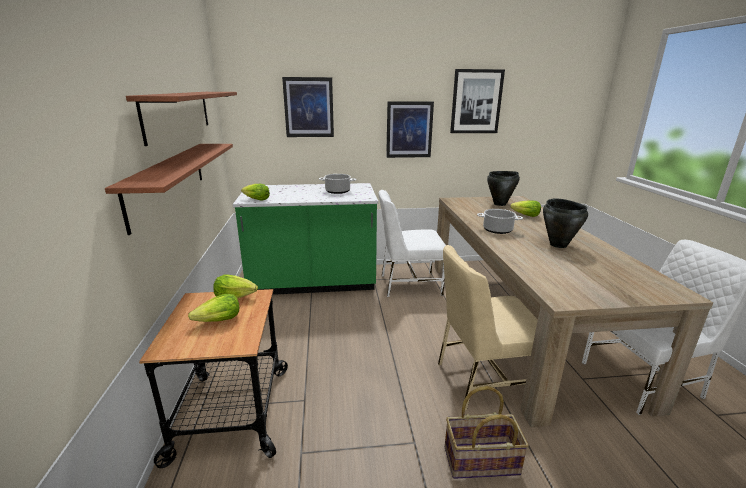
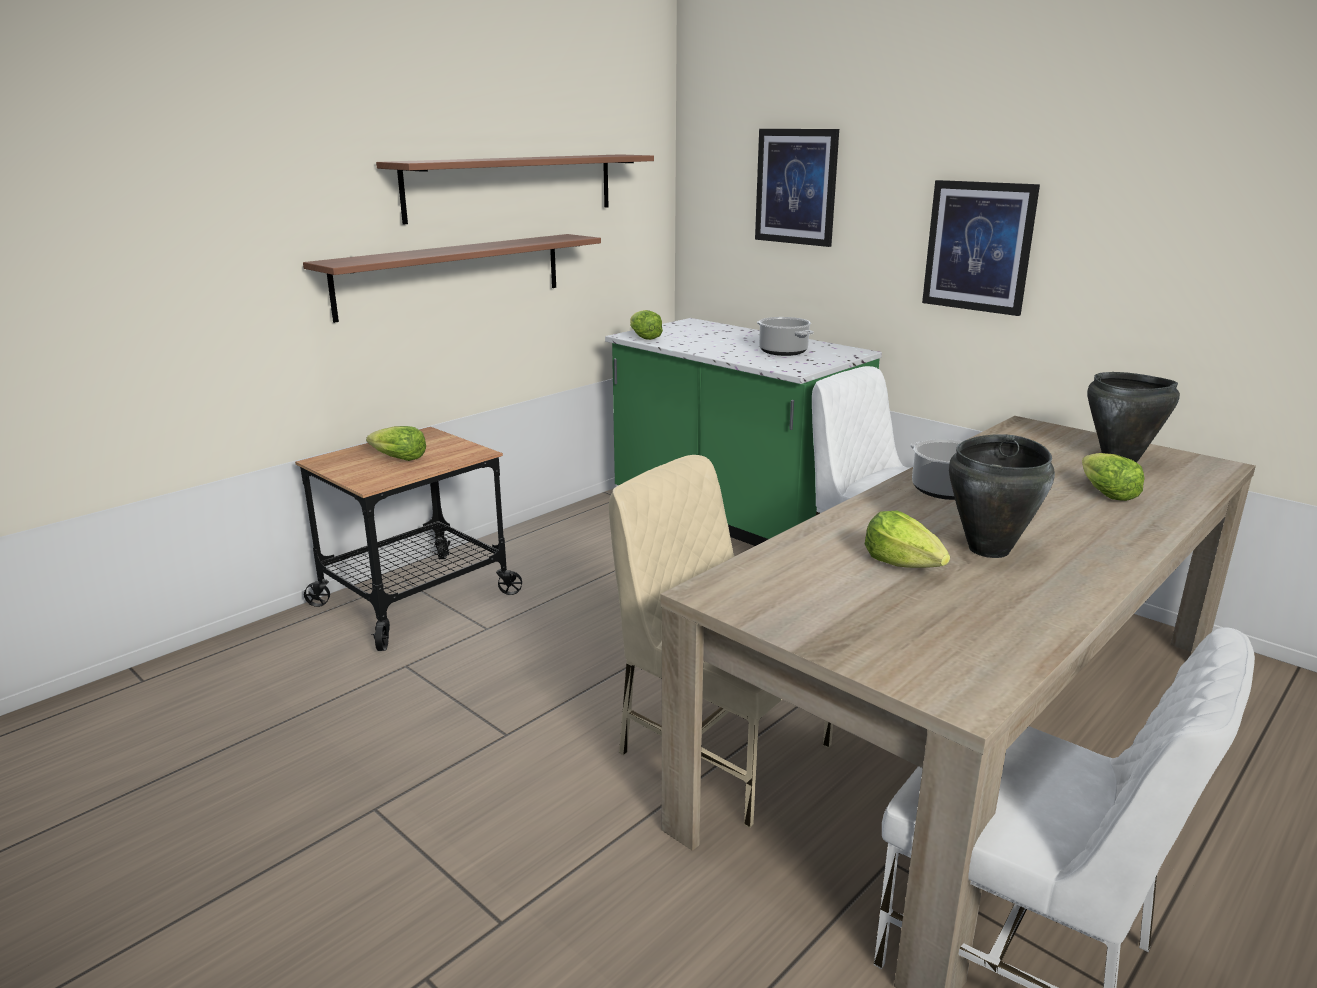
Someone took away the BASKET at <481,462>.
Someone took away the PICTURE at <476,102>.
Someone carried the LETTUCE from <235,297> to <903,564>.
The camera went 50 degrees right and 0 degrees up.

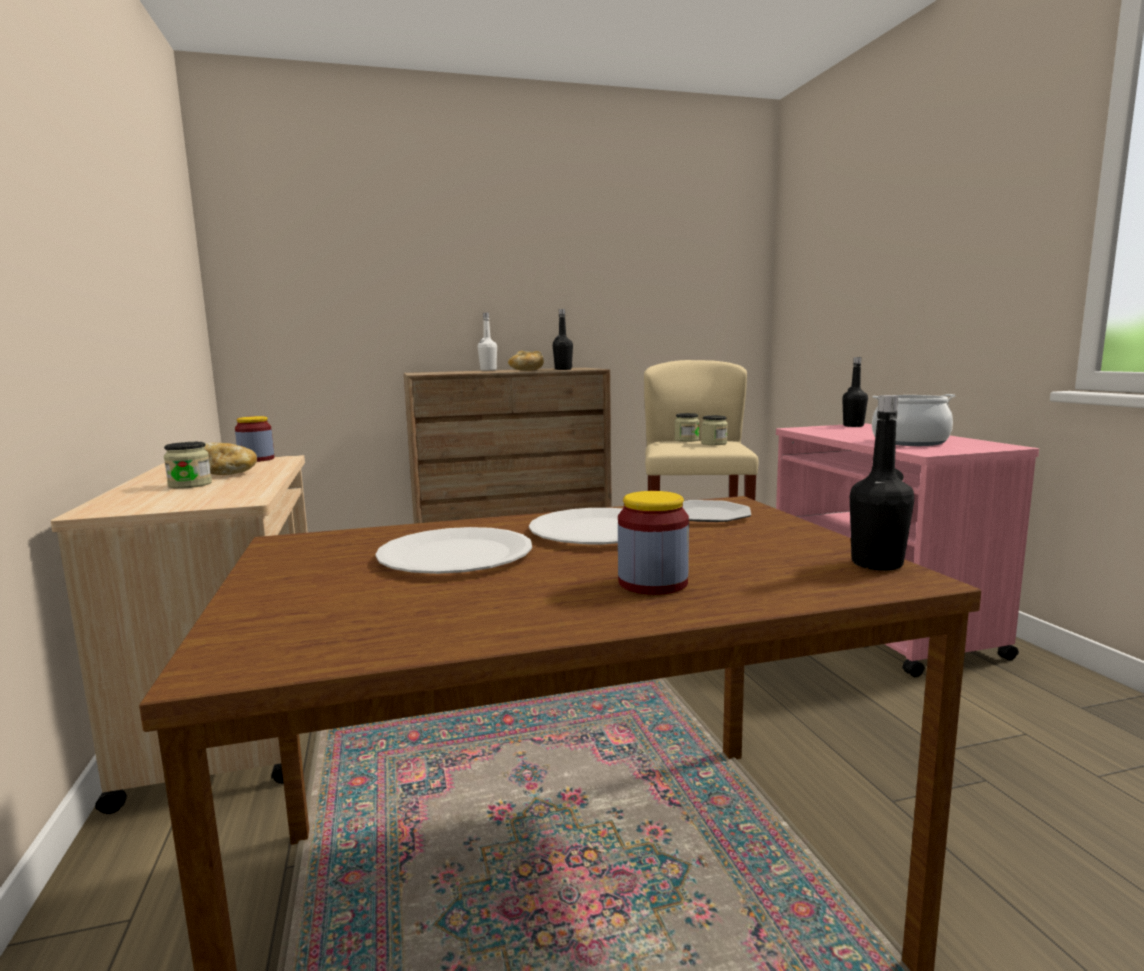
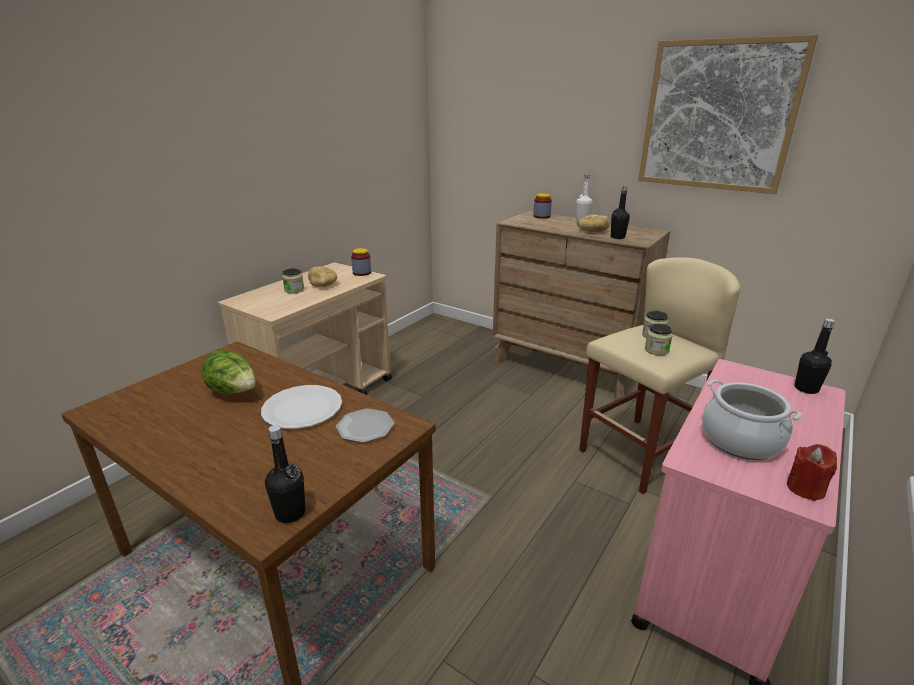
Someone put up the PICTURE at <718,116>.
Someone put down the RED CANDLE at <805,488>.
Someone carried the JAR from <653,583> to <541,216>.
Someone swapped the WHITE PLATE at <455,555> for the LETTUCE at <234,392>.
The camera went 50 degrees right and 15 degrees up.

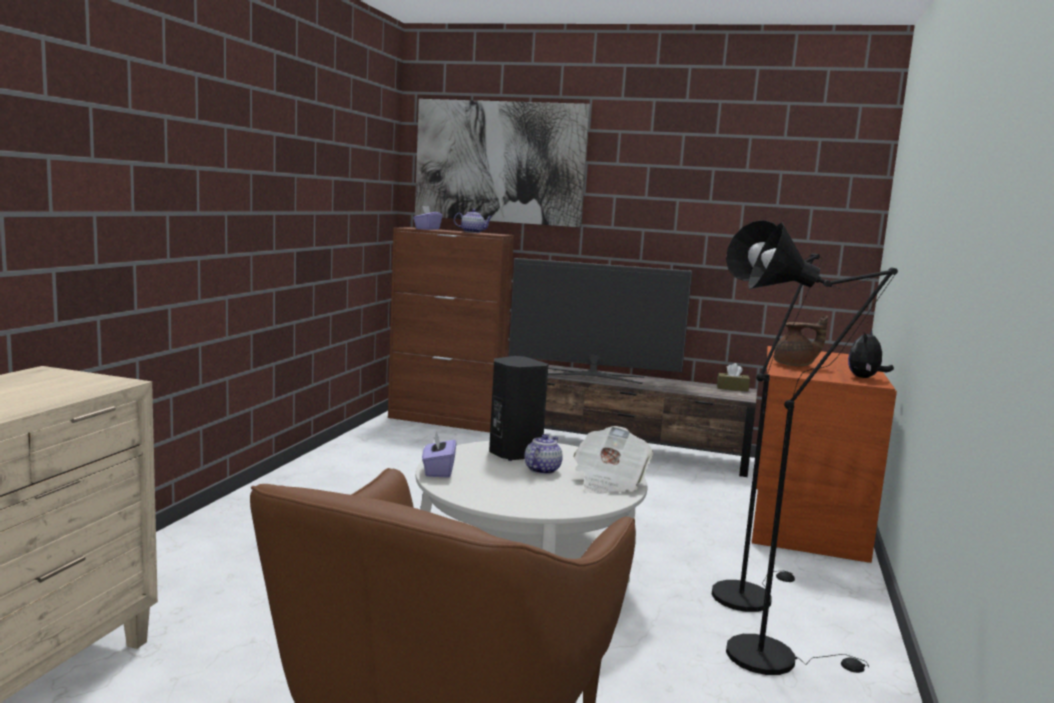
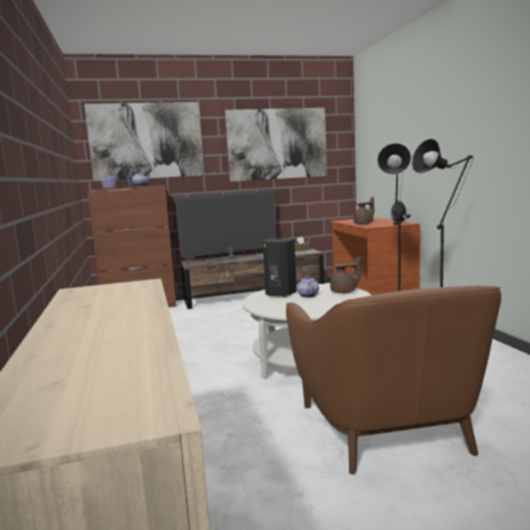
Someone took away the PURPLE TISSUE BOX at <438,471>.
Someone put up the PICTURE at <277,144>.
Someone swapped the NEWSPAPER at <609,482> for the BROWN TEAPOT at <345,292>.
The camera went 30 degrees left and 0 degrees up.

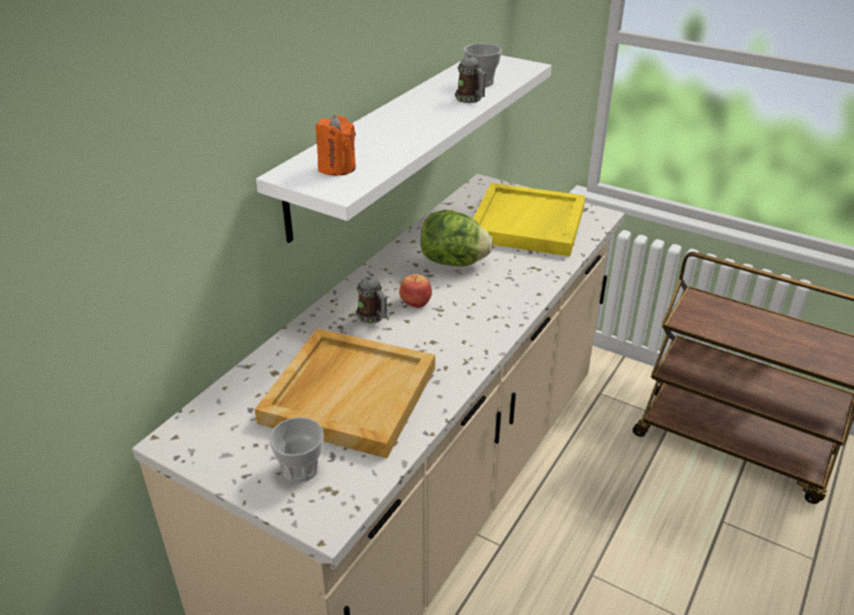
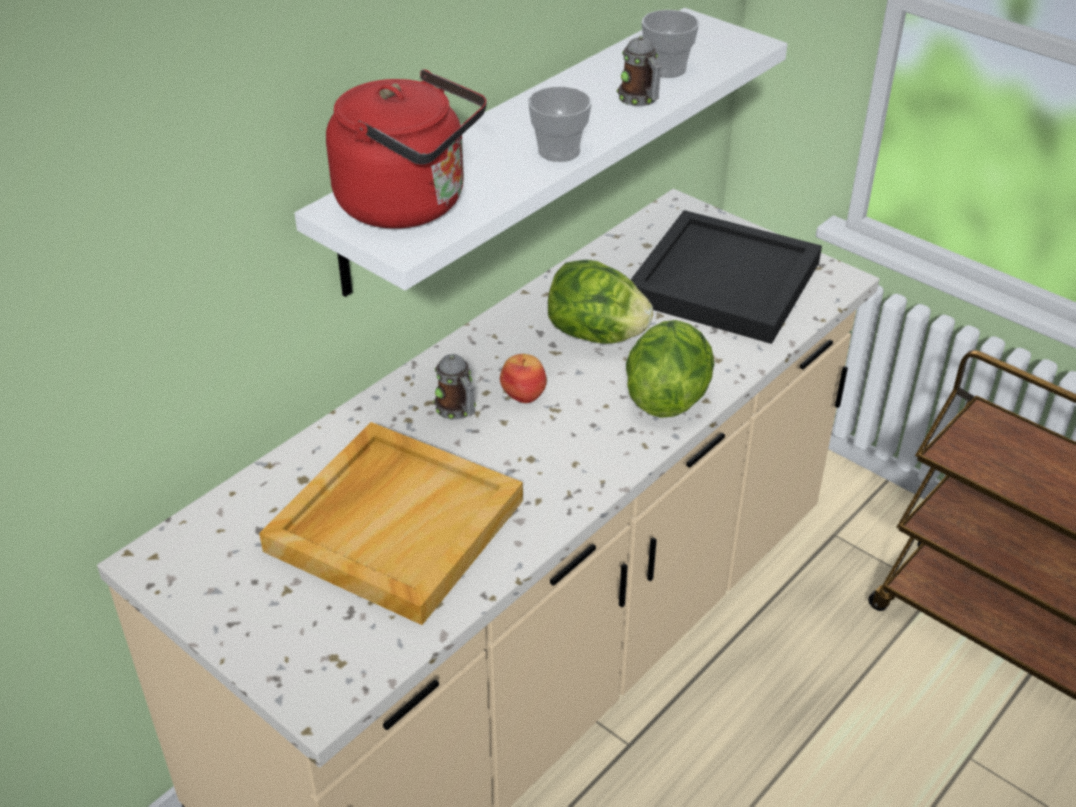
Someone put down the LETTUCE at <667,396>.
Someone carried the CUP from <300,469> to <559,151>.
Someone swapped the ORANGE CANDLE at <337,168> for the RED KETTLE at <409,205>.
Someone repainted the YELLOW TRAY at <528,224>, which became the BLACK TRAY at <725,283>.
The camera went 10 degrees right and 5 degrees up.

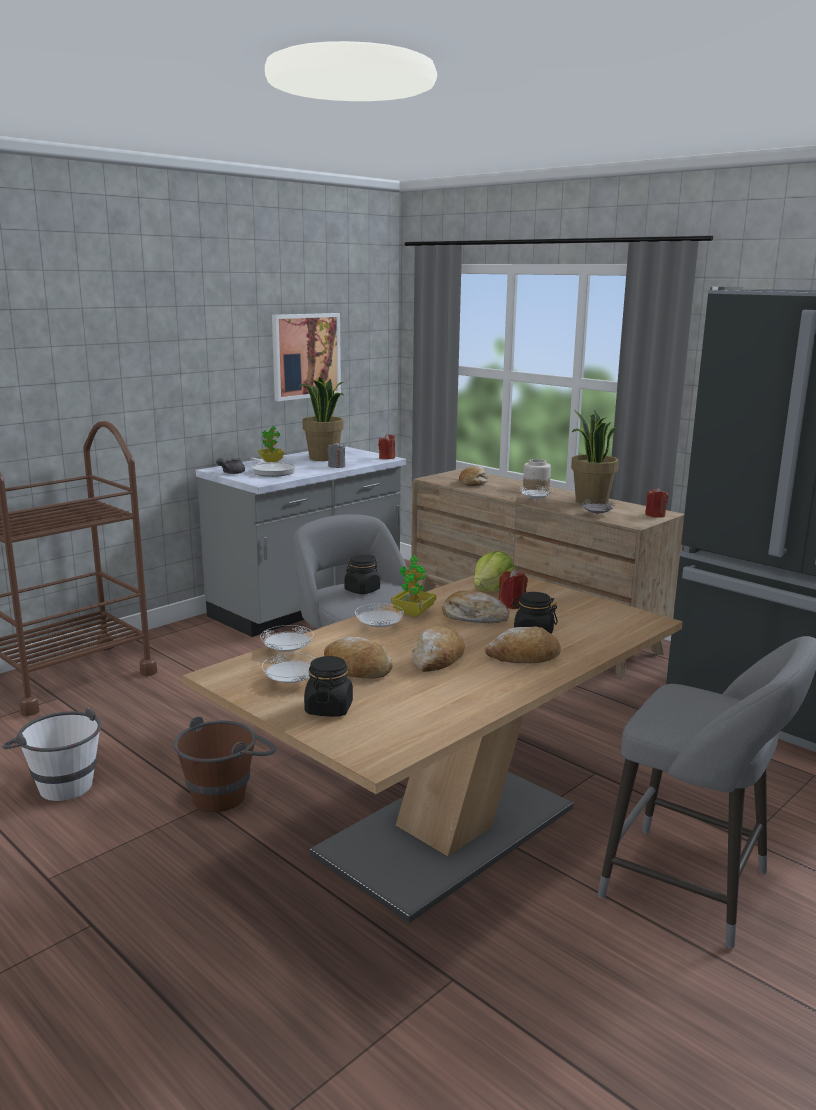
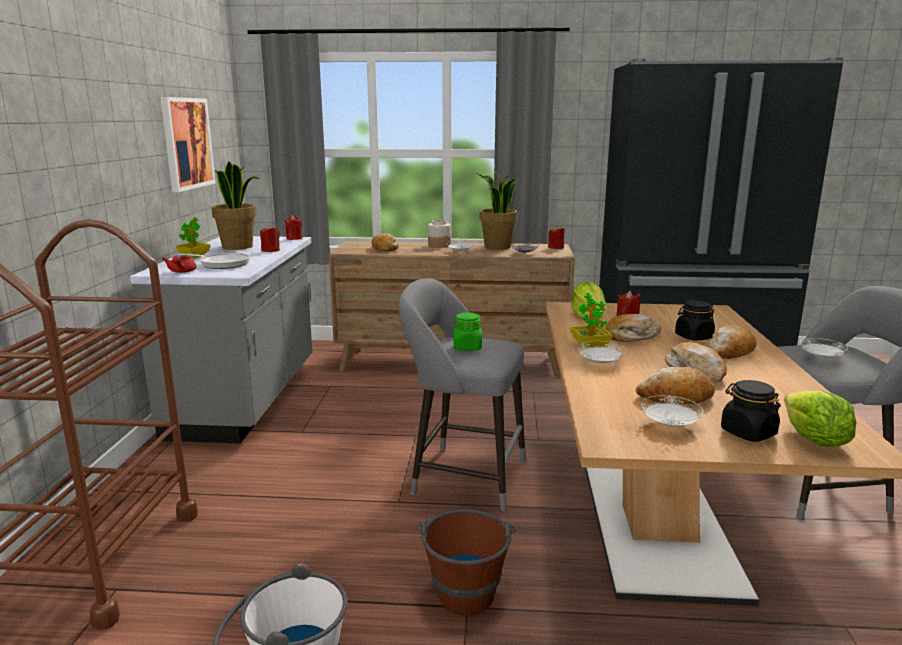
Someone put down the LETTUCE at <813,440>.
Someone carried the WHITE PLATE from <287,651> to <820,358>.
Someone repainted the GREY TEAPOT at <230,473>, which became the RED TEAPOT at <181,272>.
Someone repainted the GREY CANDLE at <336,466>, which became the RED CANDLE at <270,250>.
Someone repainted the BLACK JAR at <362,590>, which became the GREEN JAR at <467,347>.
The camera went 40 degrees left and 0 degrees up.

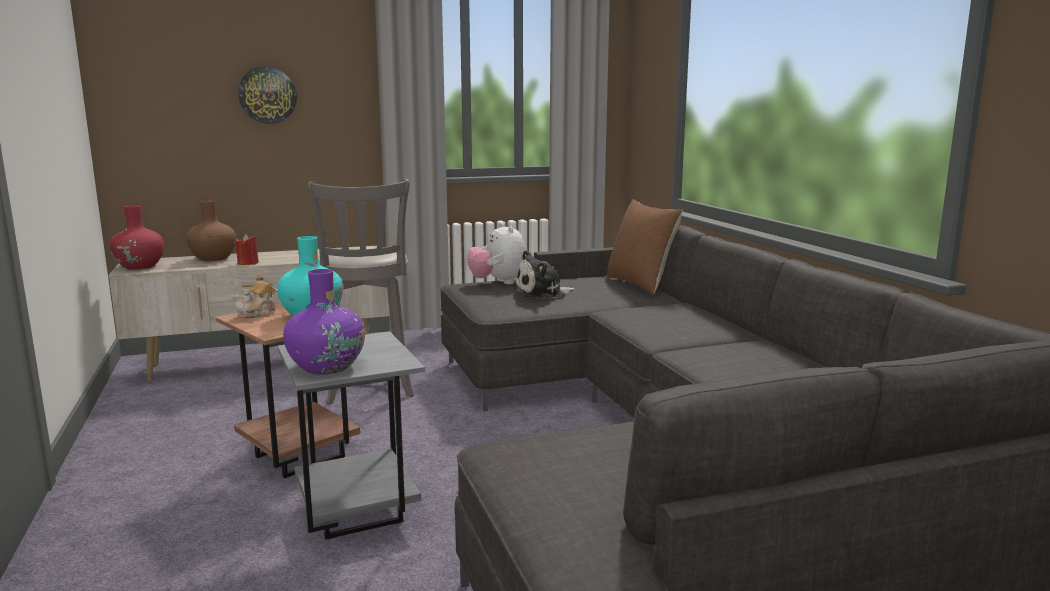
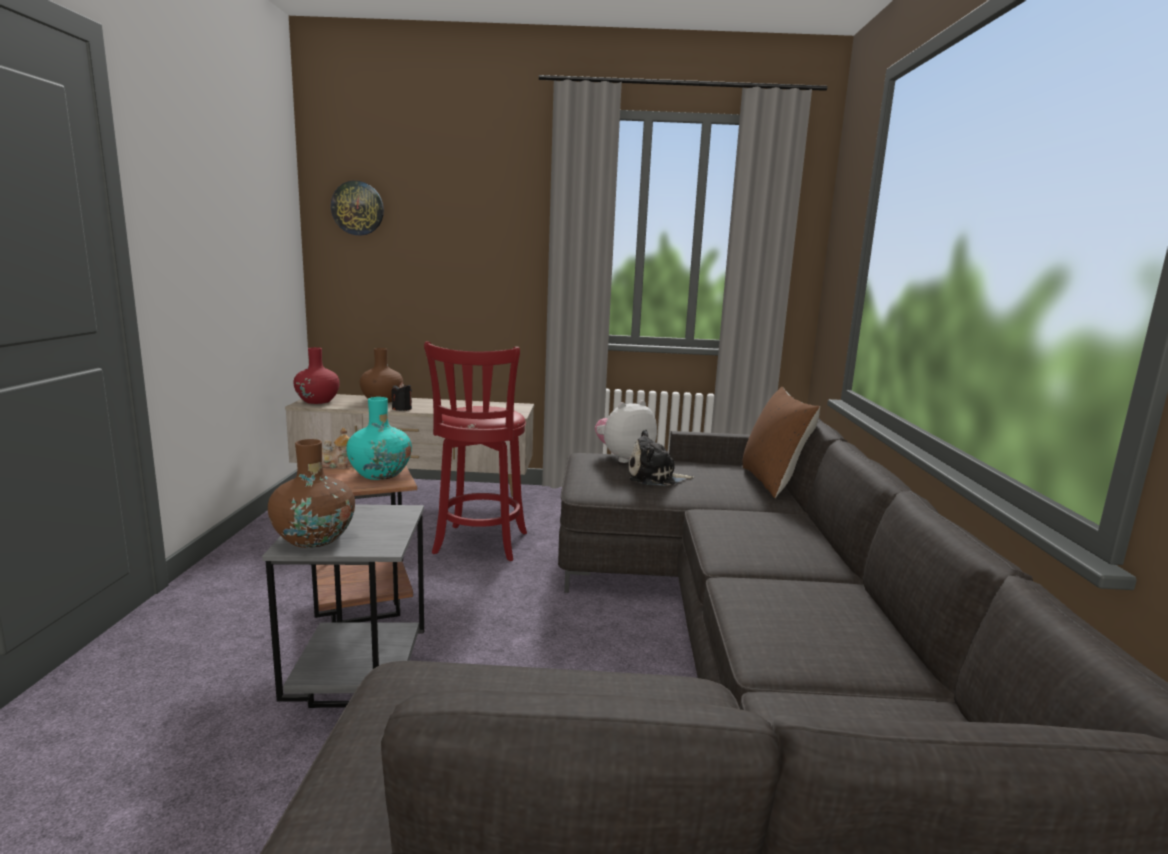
Someone carried the WALL CLOCK from <267,95> to <358,208>.
Someone repainted the RED CANDLE at <248,263>, which became the BLACK CANDLE at <402,409>.
Someone repainted the PURPLE VASE at <326,367>, which became the BROWN VASE at <314,538>.
Someone repainted the GREY STOOL at <369,389>, which became the RED STOOL at <479,545>.
Someone rotated the PLUSH TOY at <498,283> by 60 degrees clockwise.
The camera went 20 degrees right and 0 degrees up.

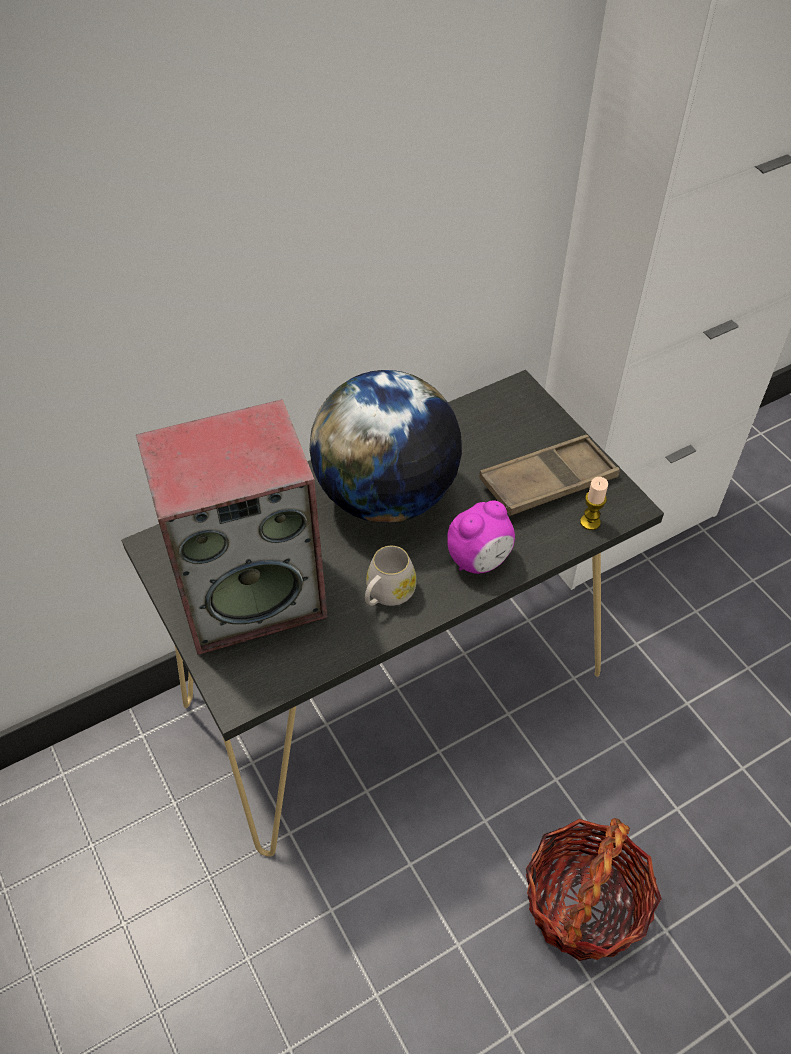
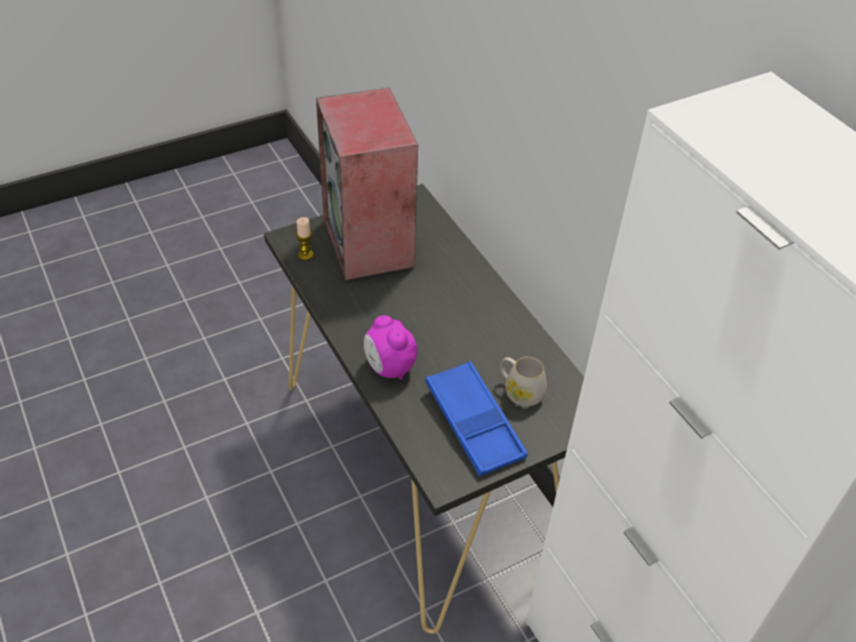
Someone took away the GLOBE at <386,496>.
Someone took away the BASKET at <584,904>.
Someone carried the WHITE MUG from <387,594> to <520,392>.
Someone carried the CANDLE from <590,522> to <305,255>.
Someone repainted the BROWN TRAY at <548,482>, which became the BLUE TRAY at <474,423>.
The camera went 90 degrees right and 5 degrees down.

